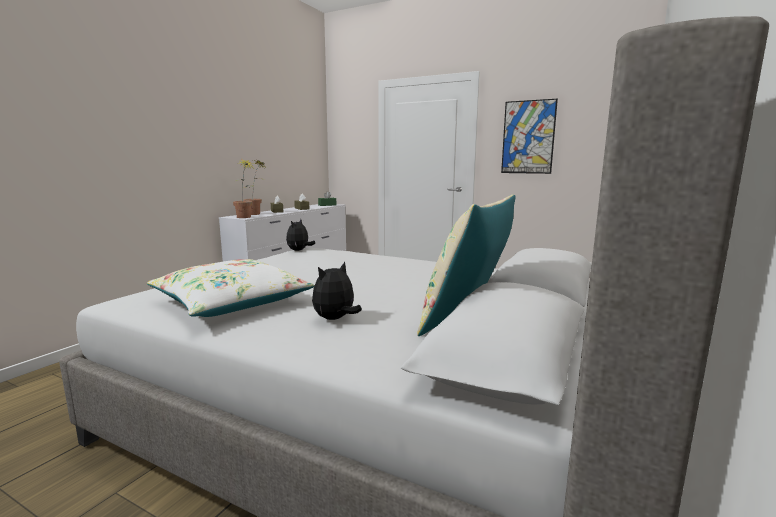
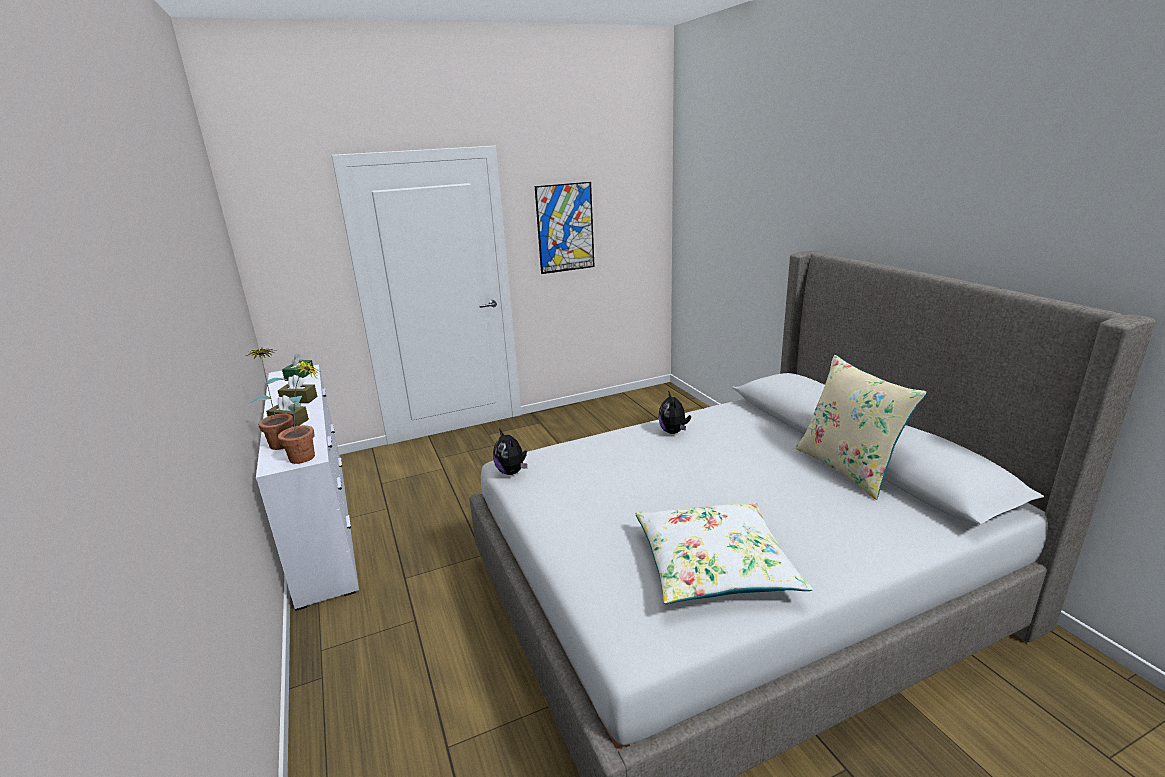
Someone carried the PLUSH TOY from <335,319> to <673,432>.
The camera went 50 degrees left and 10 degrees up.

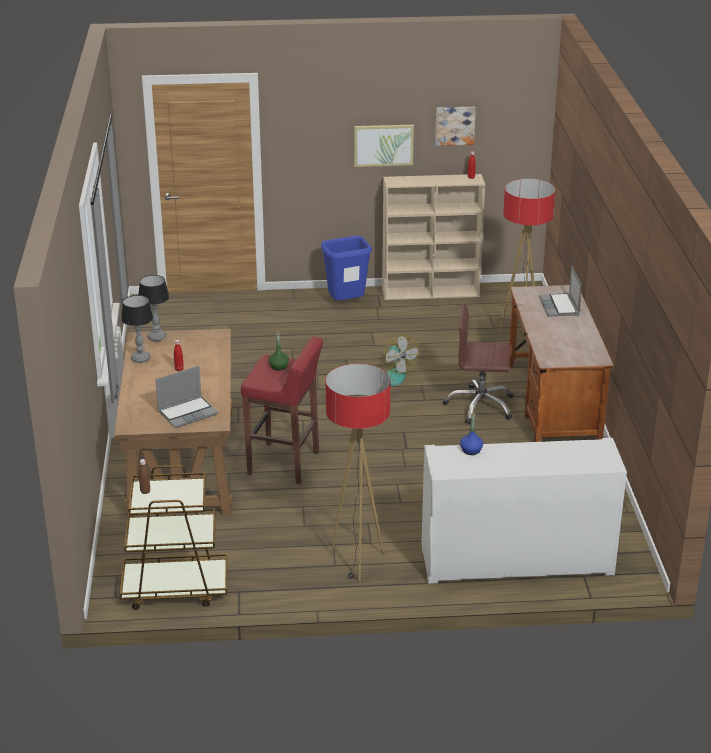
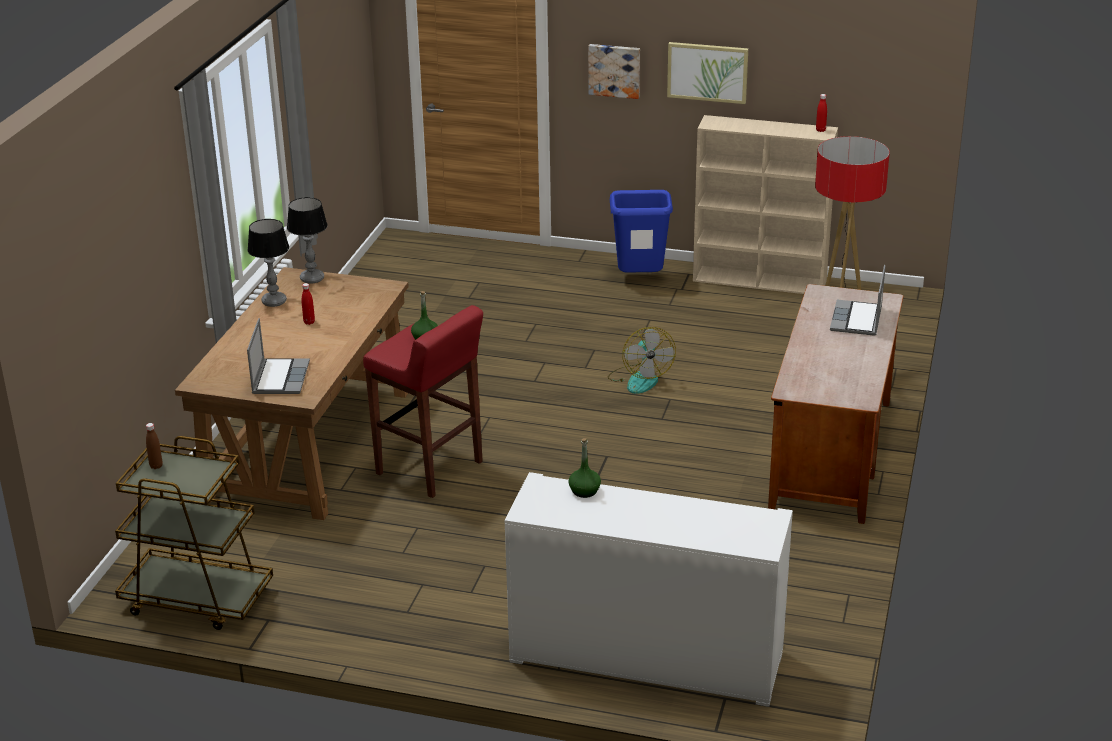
Someone took away the FLOOR LAMP at <357,563>.
Someone took away the BROWN OFFICE CHAIR at <480,406>.
Someone carried the PICTURE from <454,125> to <614,70>.
Someone repainted the BLUE BOTTLE at <471,450>, which became the GREEN BOTTLE at <584,491>.
Someone rotated the LAPTOP at <188,413> by 75 degrees counterclockwise.
The camera went 20 degrees right and 0 degrees up.

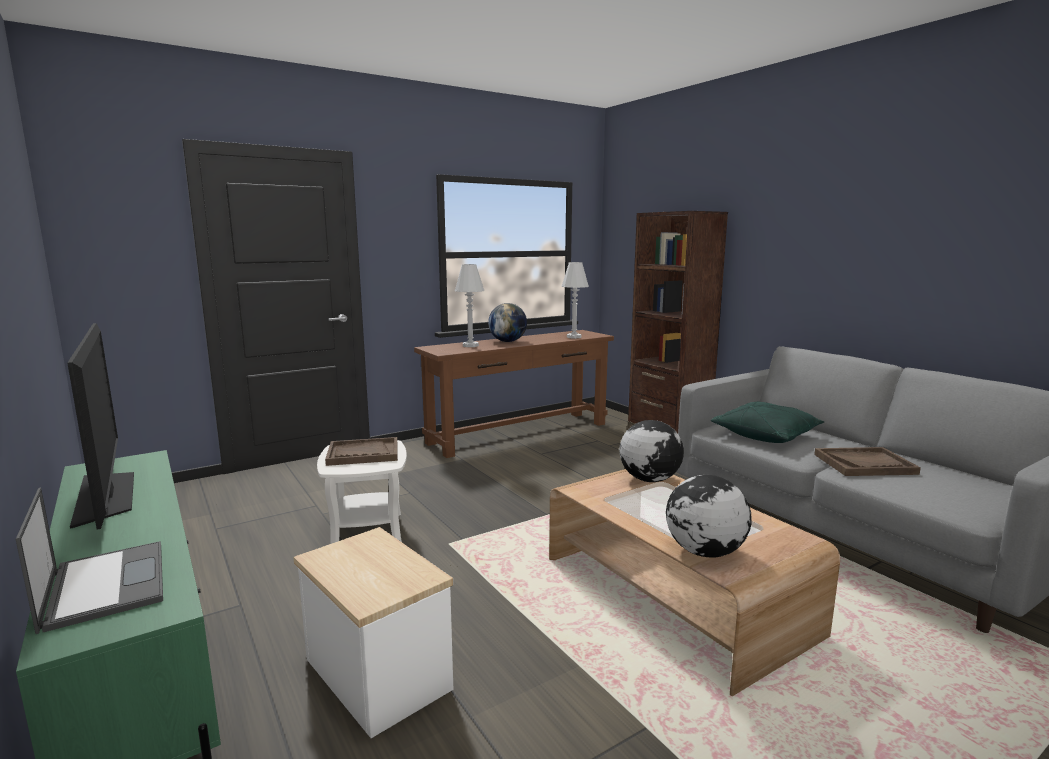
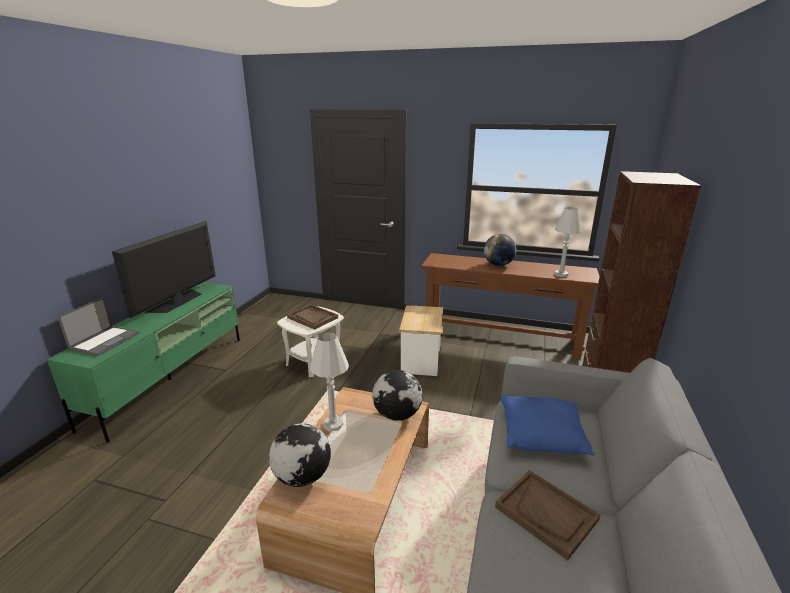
Someone carried the SIDE TABLE from <379,674> to <421,360>.
Someone carried the WHITE TABLE LAMP from <470,345> to <333,425>.
Someone repainted the GREEN PILLOW at <766,435>, which became the BLUE PILLOW at <541,435>.
The camera went 50 degrees right and 10 degrees up.

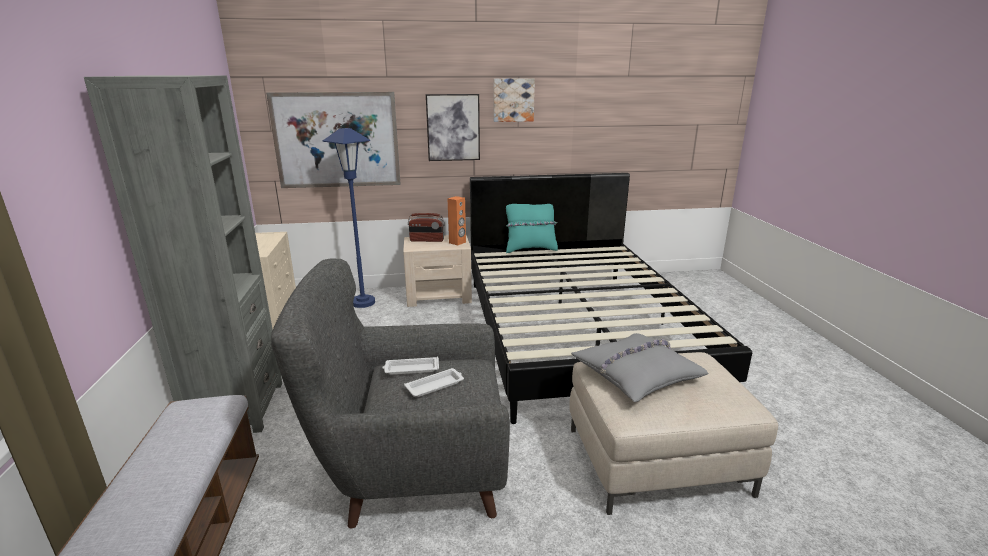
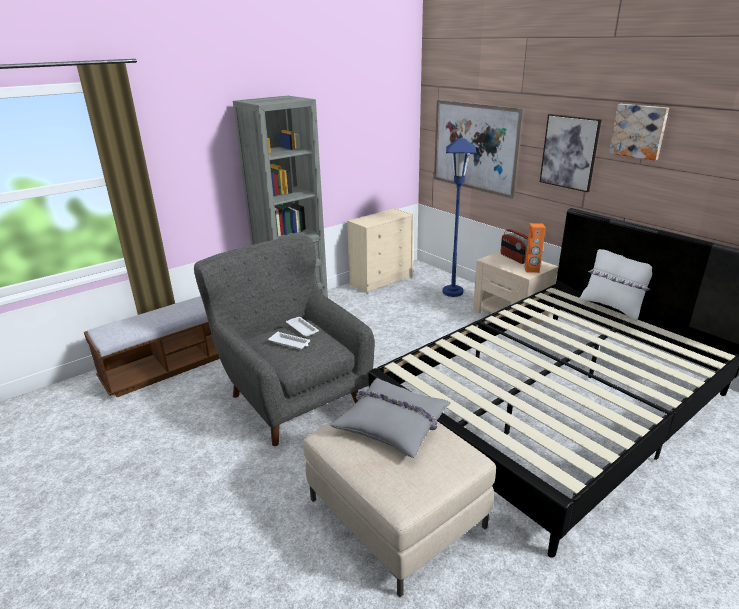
Someone repainted the TURQUOISE PILLOW at <530,249>, which became the WHITE PILLOW at <612,307>.
The camera went 60 degrees right and 5 degrees up.

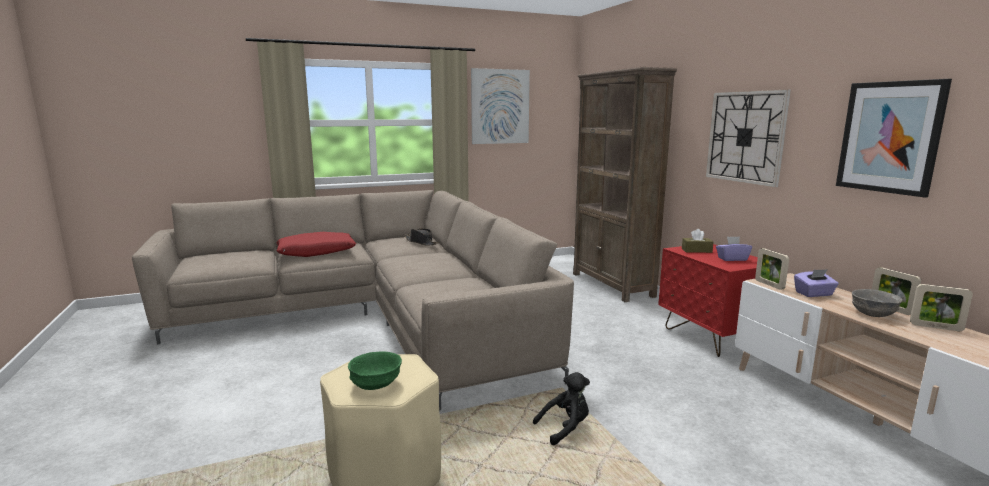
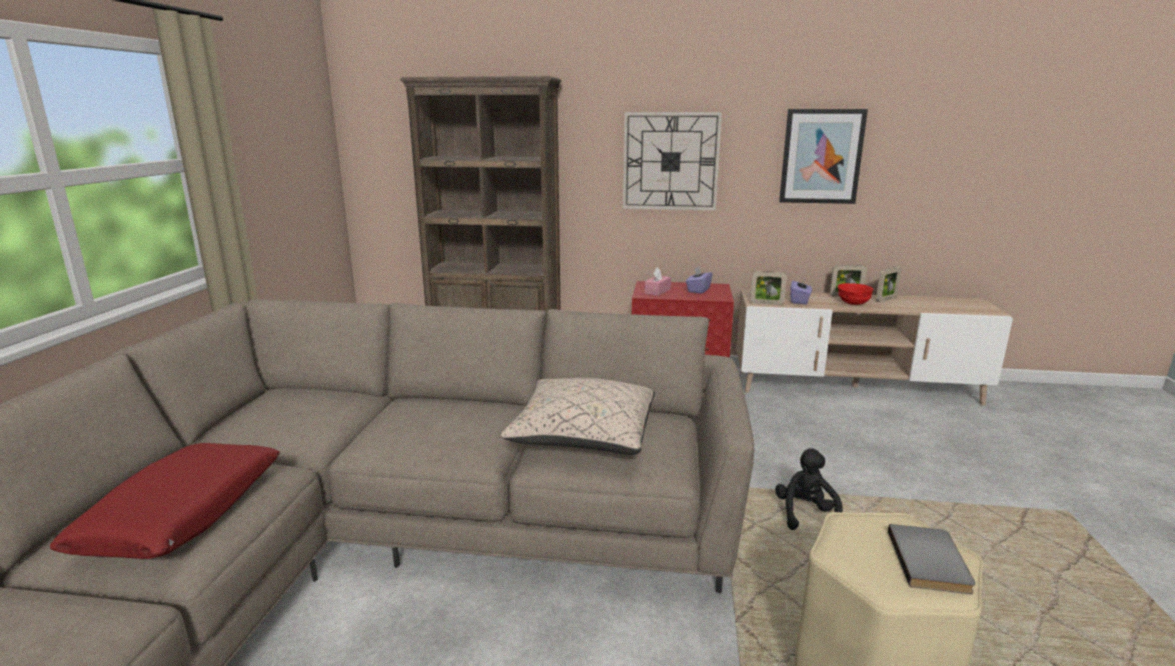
Someone took away the BLACK HAT at <421,242>.
Someone took away the PICTURE at <500,106>.
Someone put down the BEIGE PILLOW at <583,437>.
Someone swapped the GREEN BOWL at <375,385> for the GREY BOOK at <931,561>.
Someone repainted the BROWN TISSUE BOX at <696,250>, which became the PINK TISSUE BOX at <657,291>.
Someone repainted the GREY BOWL at <873,314>, which became the RED BOWL at <853,303>.
The camera went 60 degrees left and 5 degrees up.

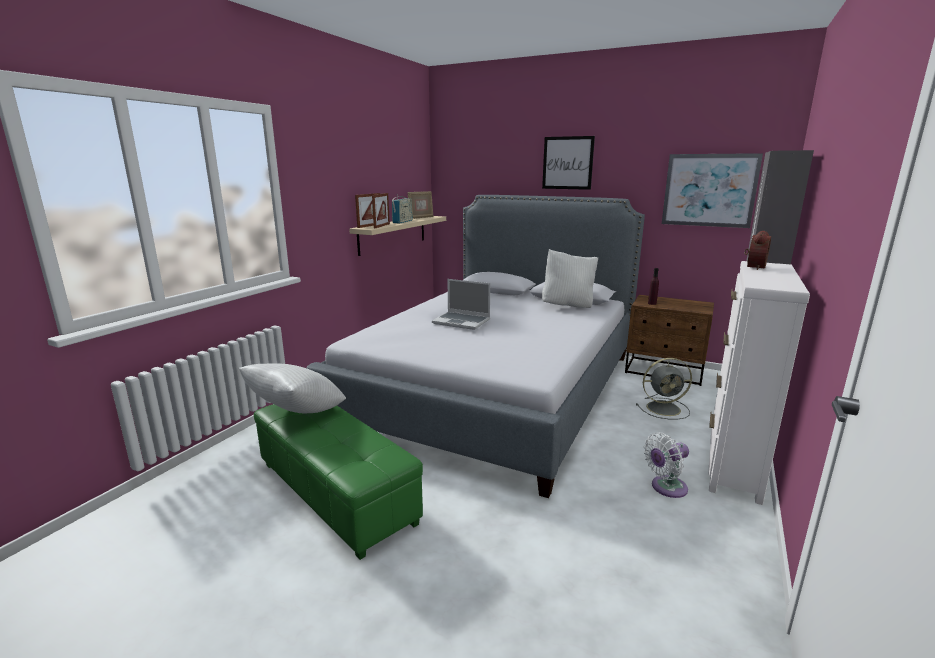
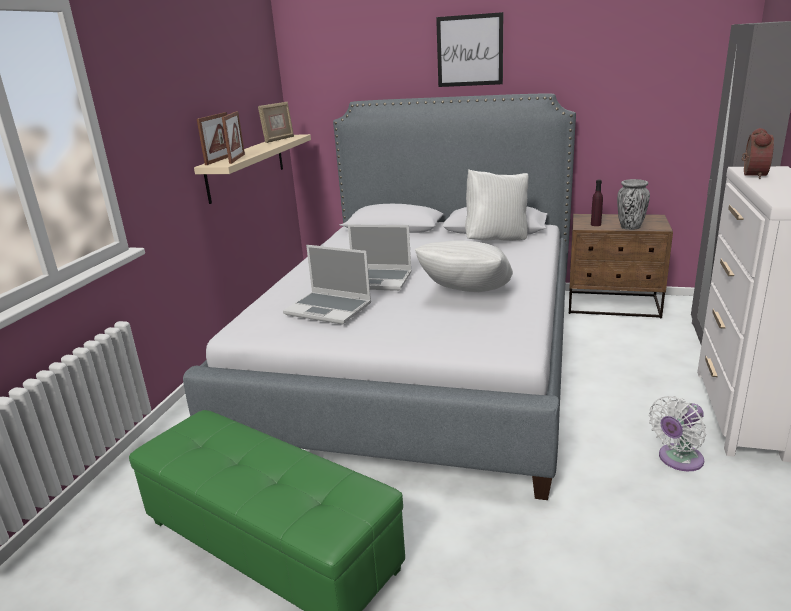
Someone took away the RADIO at <402,221>.
Someone took away the GREY FAN at <665,408>.
Someone took away the PICTURE at <709,190>.
Someone put down the LAPTOP at <329,309>.
Someone put down the VASE at <630,227>.
Someone carried the WHITE PILLOW from <297,413> to <466,295>.
The camera went 10 degrees left and 5 degrees up.

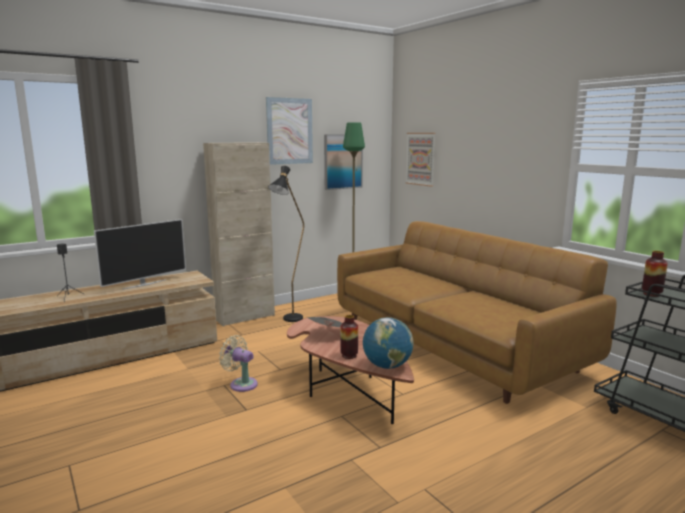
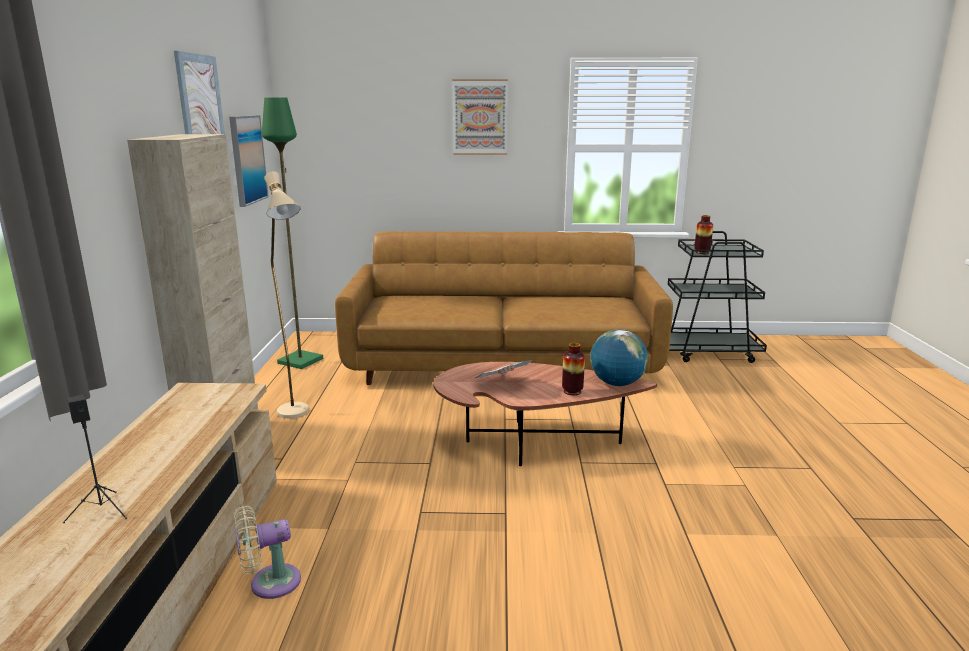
Someone took away the TELEVISION at <144,284>.
Someone carried the BEIGE FAN from <241,384> to <270,583>.
Someone carried the PICTURE from <420,159> to <480,117>.
Someone repainted the BLACK FLOOR LAMP at <289,321>, which became the BEIGE FLOOR LAMP at <297,416>.
The camera went 55 degrees left and 5 degrees up.

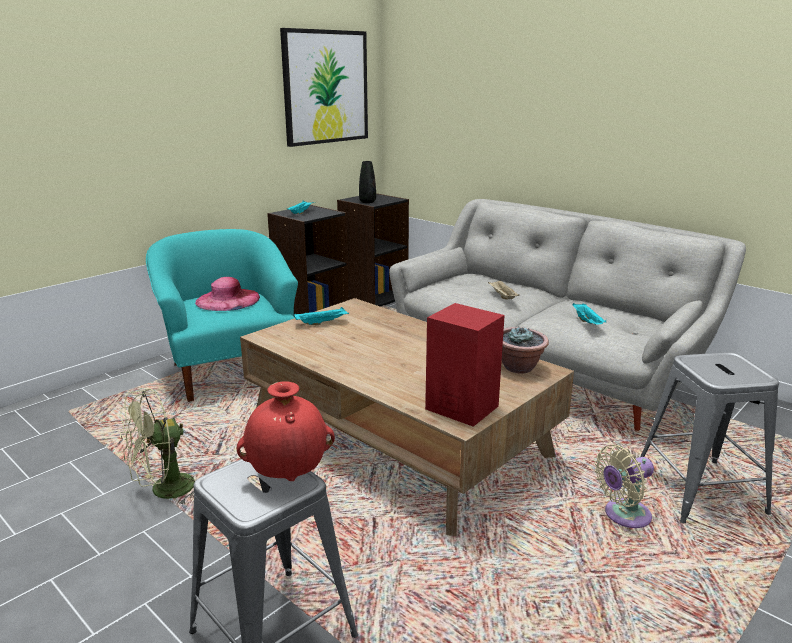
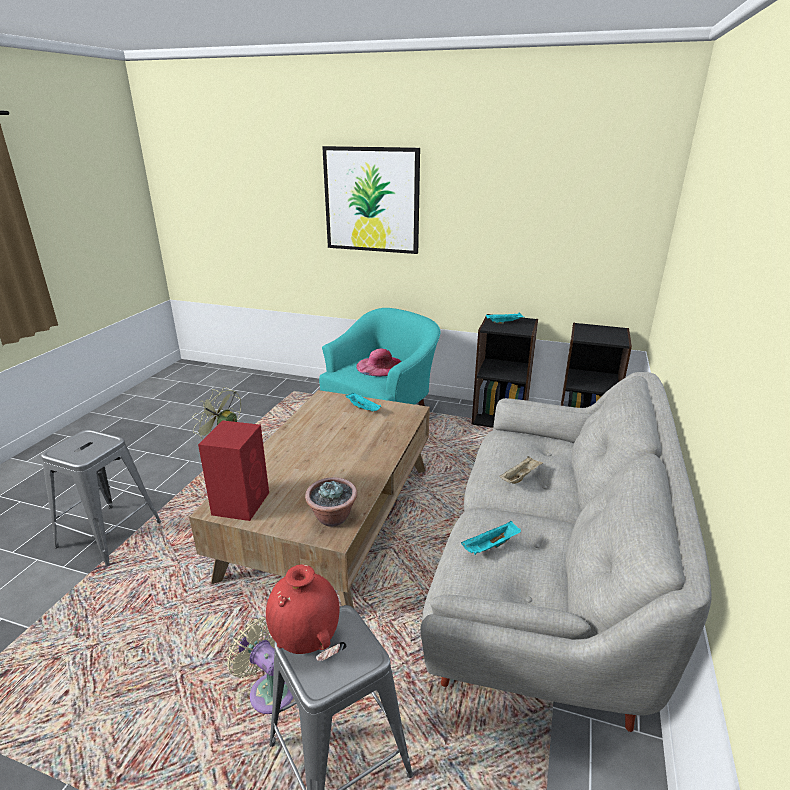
Someone took away the BLACK VASE at <367,202>.
Someone carried the RED VASE from <289,475> to <306,640>.
Someone carried the PICTURE from <325,87> to <372,200>.
The camera went 65 degrees right and 5 degrees up.

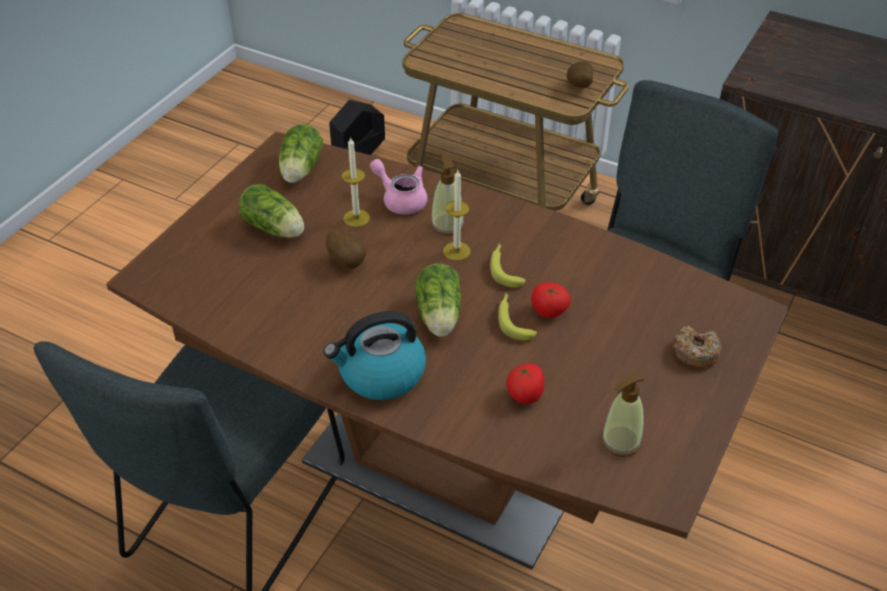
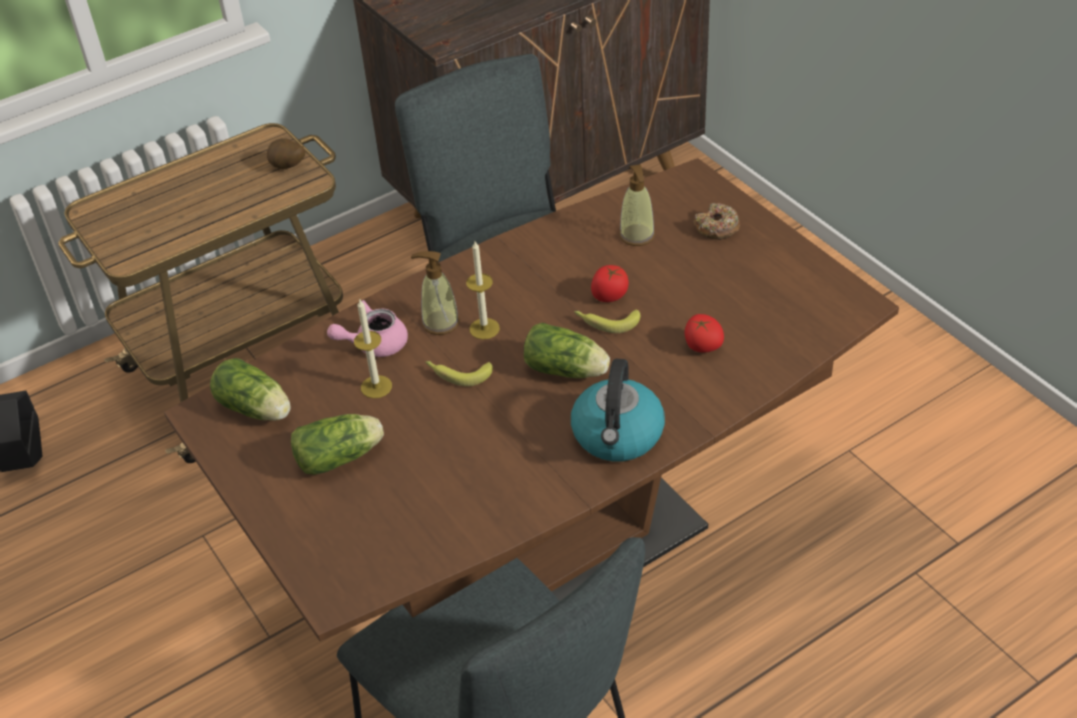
Someone took away the POTATO at <348,261>.
Someone carried the BANANA from <505,269> to <457,373>.
Someone carried the SOAP DISPENSER from <620,441> to <637,235>.
The camera went 60 degrees left and 0 degrees up.

